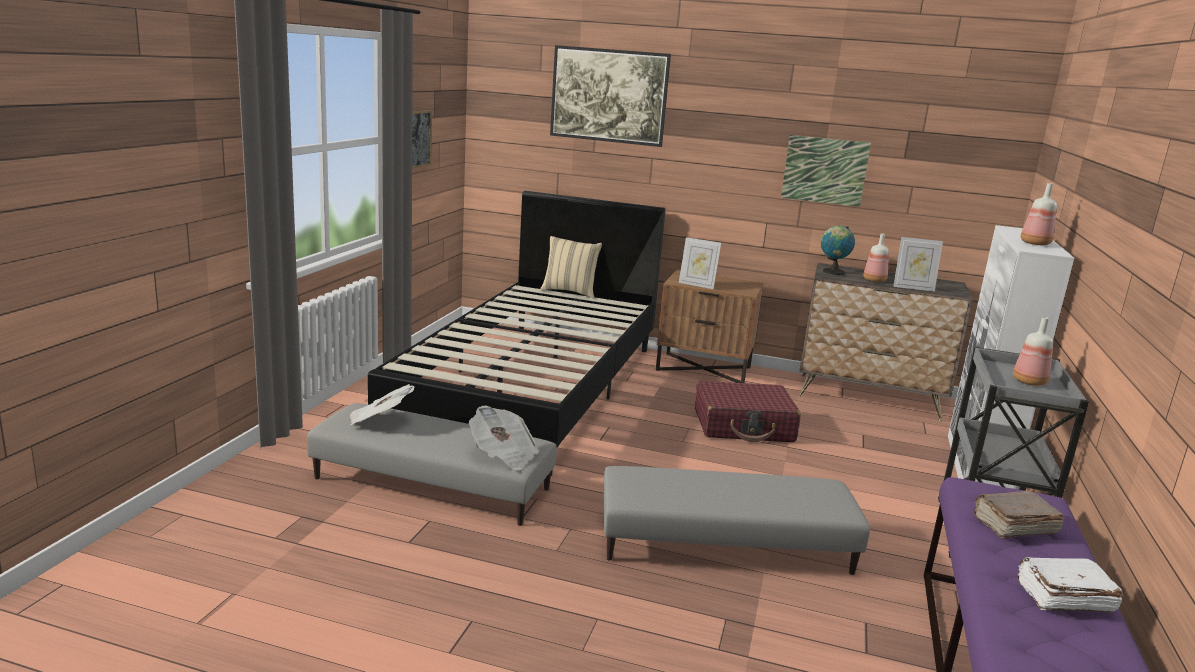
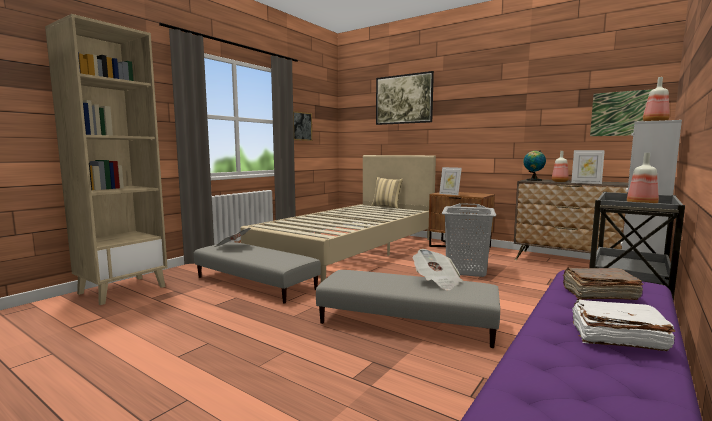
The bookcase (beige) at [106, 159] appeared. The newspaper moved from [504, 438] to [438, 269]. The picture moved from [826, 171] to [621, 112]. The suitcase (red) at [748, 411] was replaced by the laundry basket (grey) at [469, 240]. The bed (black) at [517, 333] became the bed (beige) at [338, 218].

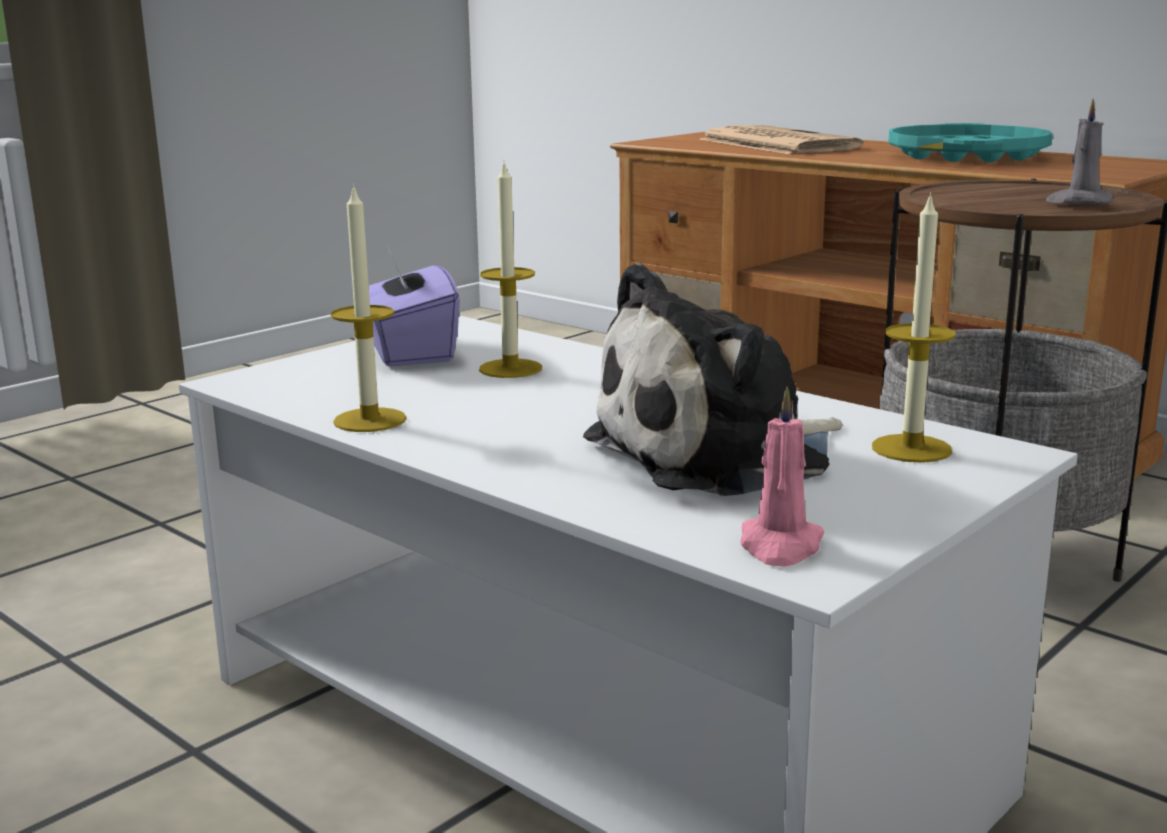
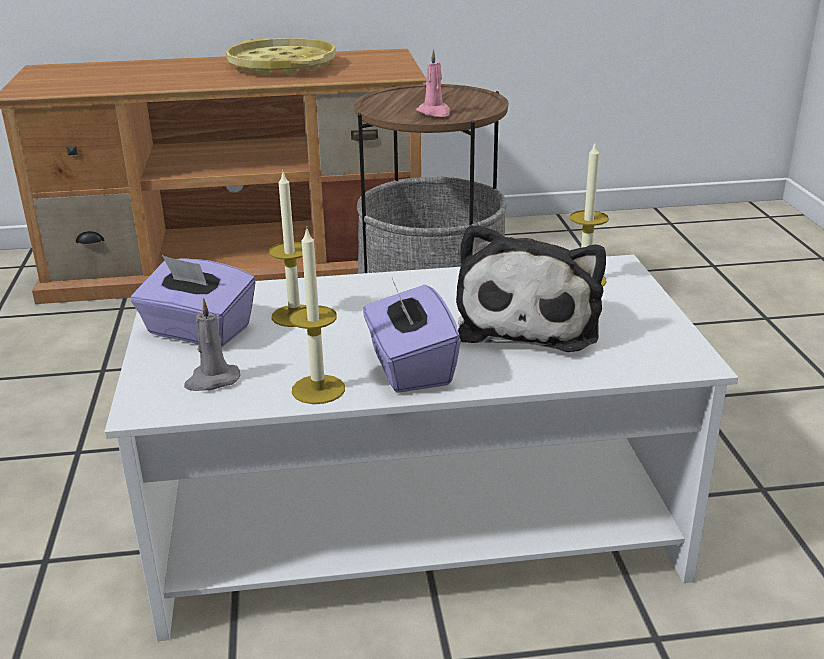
The newspaper at [781, 139] disappeared. The tissue box (purple) at [412, 335] appeared. The candle (pink) moved from [783, 477] to [433, 83]. The candle (grey) moved from [1079, 151] to [212, 344]. The tray (turquoise) at [970, 142] became the tray (yellow) at [281, 57].

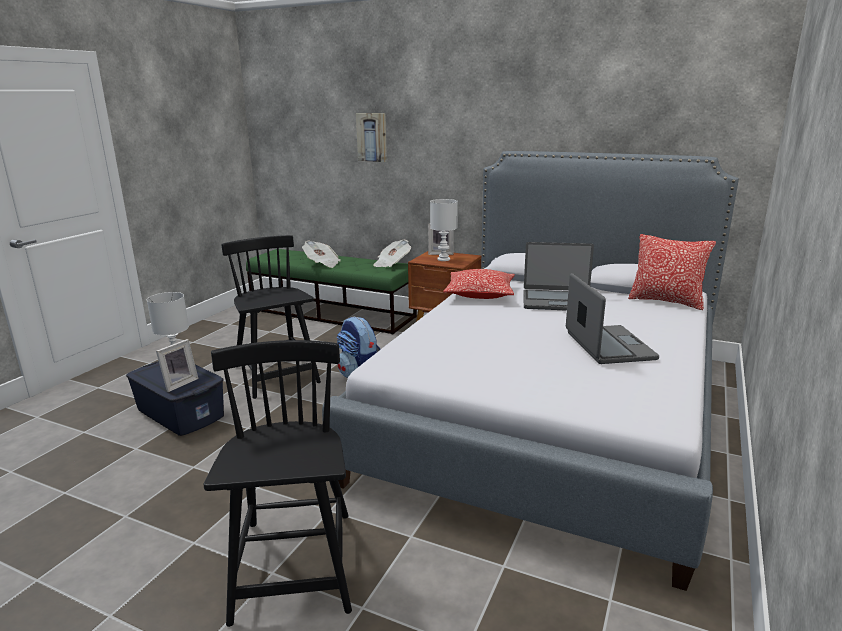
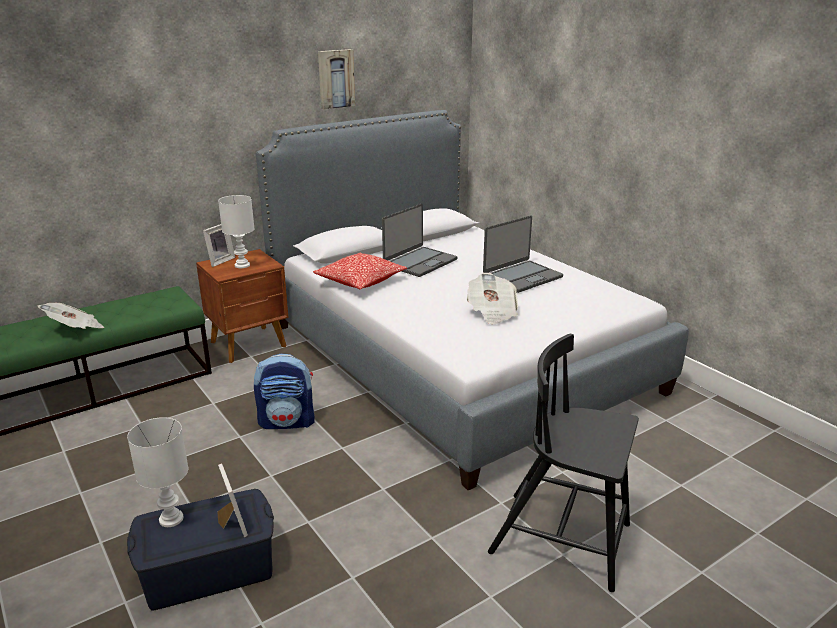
The chair (black) at [271, 317] disappeared. The pillow at [672, 272] disappeared. The picture moved from [371, 137] to [336, 79]. The newspaper moved from [392, 253] to [492, 299]. The laptop at [612, 318] turned 120 degrees clockwise.

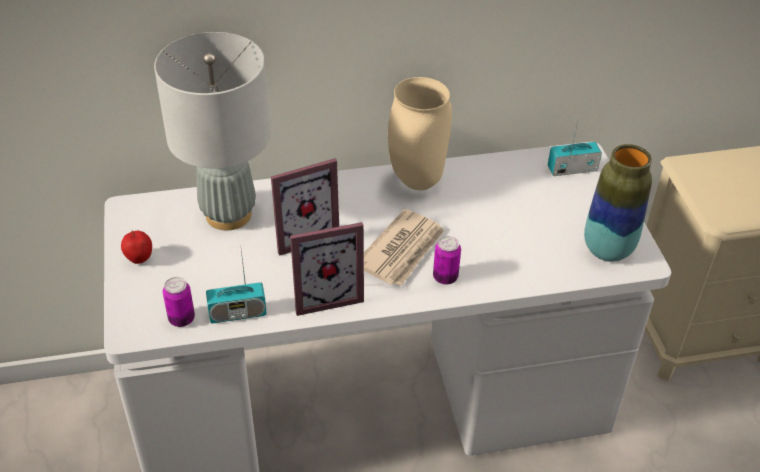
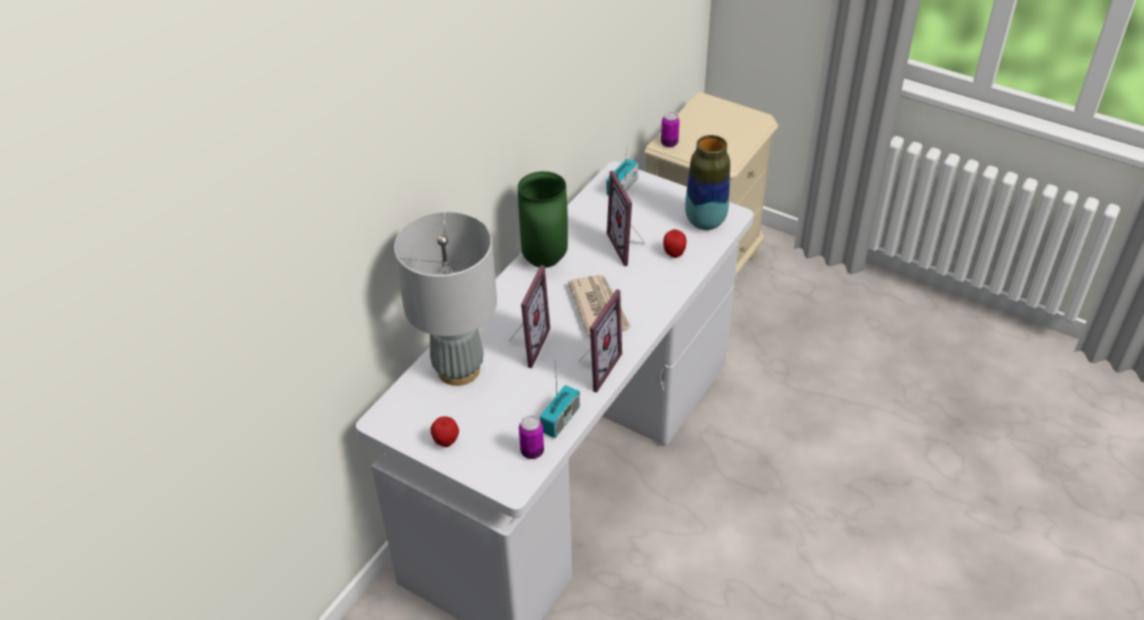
The picture frame at [626, 218] appeared. The apple at [674, 243] appeared. The can moved from [447, 260] to [670, 129]. The vase (beige) at [420, 133] became the vase (green) at [543, 219].

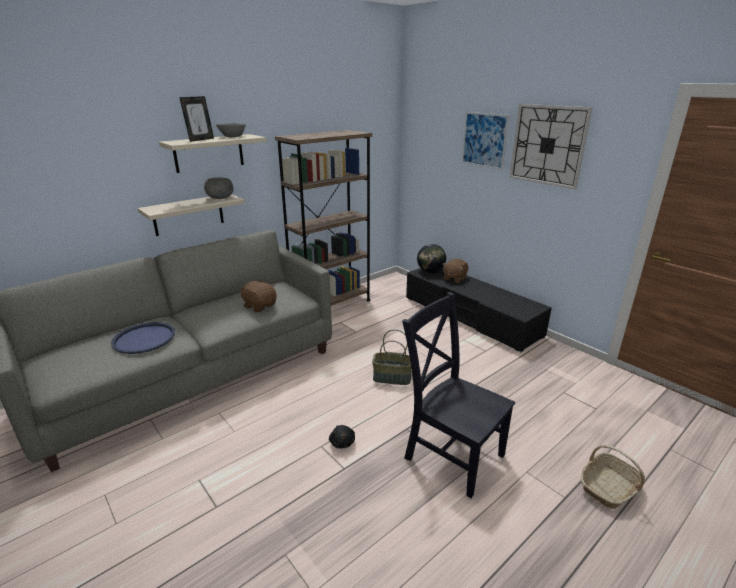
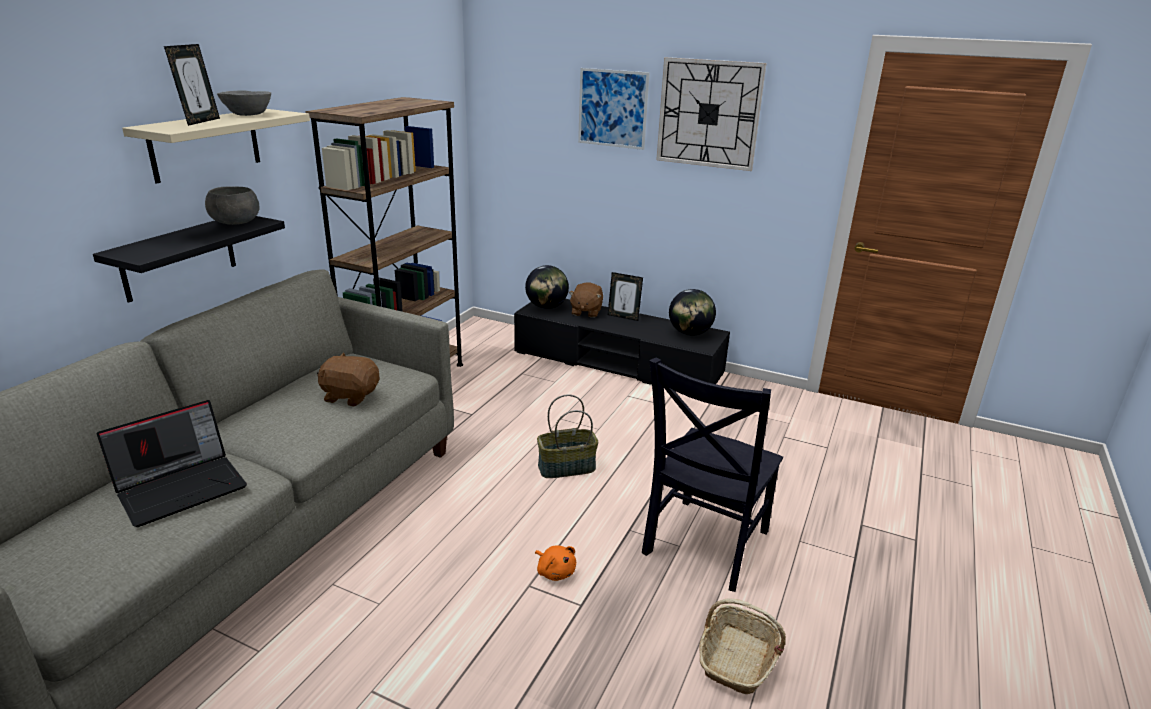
The picture frame at [625, 296] appeared. The globe at [692, 312] appeared. The basket moved from [613, 477] to [742, 646]. The tray (blue) at [143, 338] was replaced by the laptop at [172, 463]. The shelf (beige) at [191, 215] became the shelf (black) at [189, 259]. The plush toy (black) at [342, 436] became the plush toy (orange) at [555, 563]. The chair (black) at [458, 395] turned 75 degrees counterclockwise.

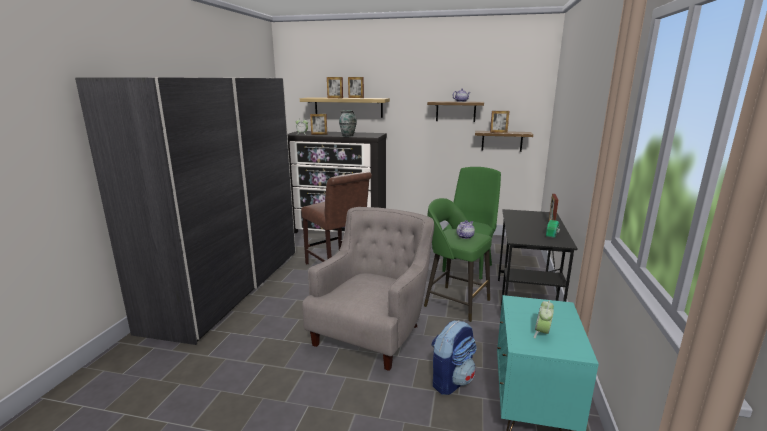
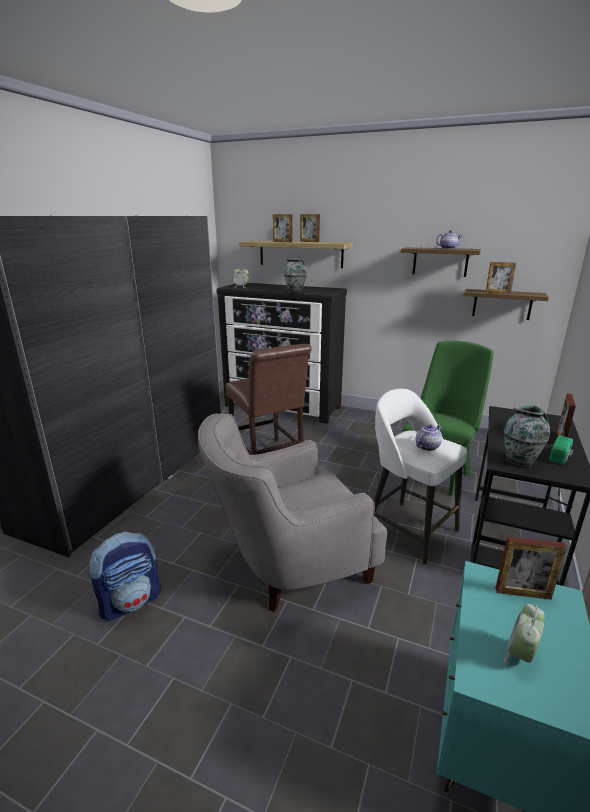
The vase at [527, 436] appeared. The picture frame moved from [318, 124] to [531, 568]. The backpack moved from [454, 357] to [125, 576]. The stool (green) at [458, 260] became the stool (white) at [420, 476]. The armchair (grey) at [368, 289] turned 150 degrees counterclockwise.

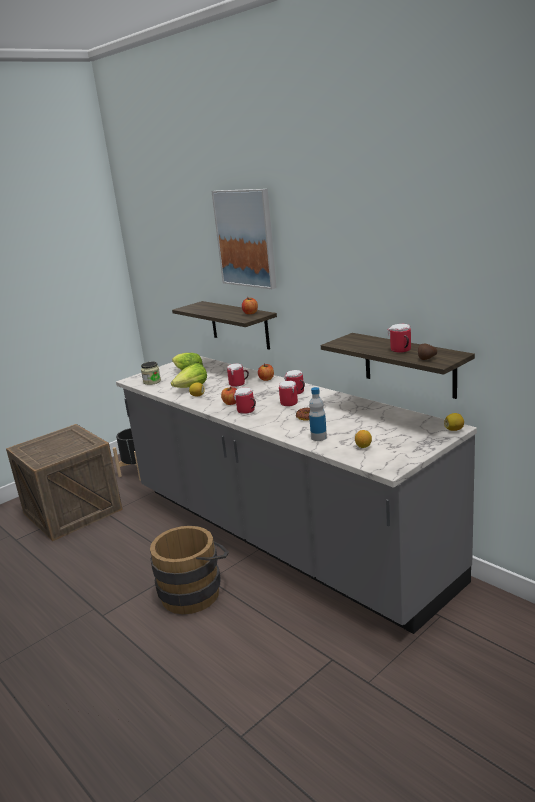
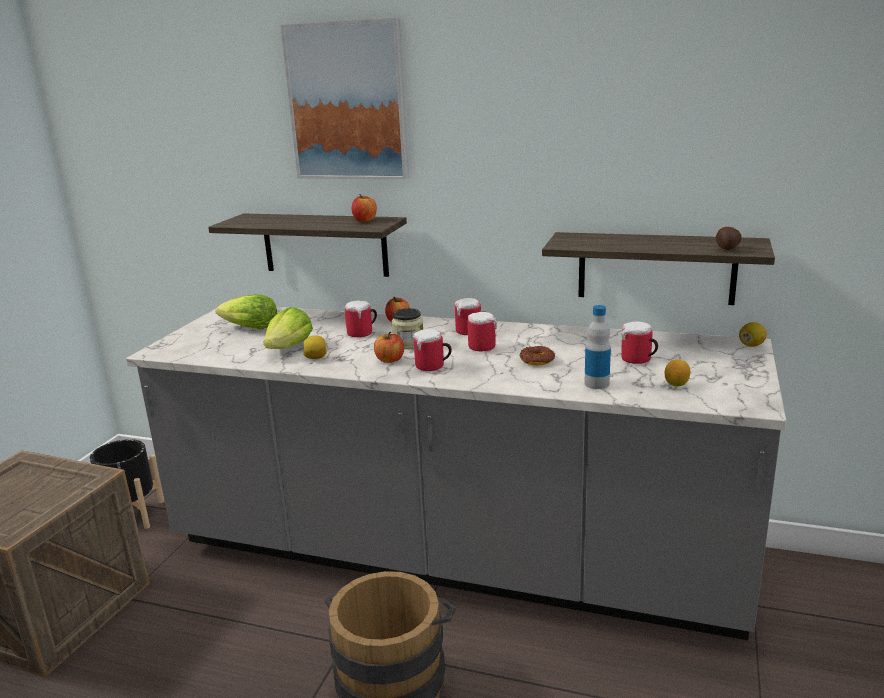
The jar moved from [151, 373] to [407, 328]. The mug moved from [399, 338] to [639, 342].

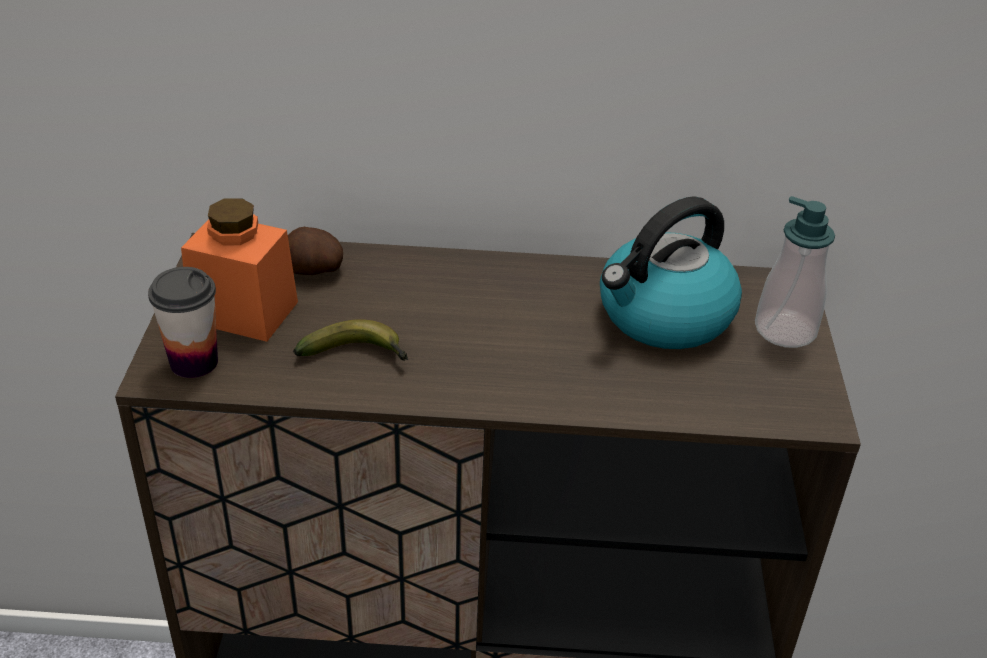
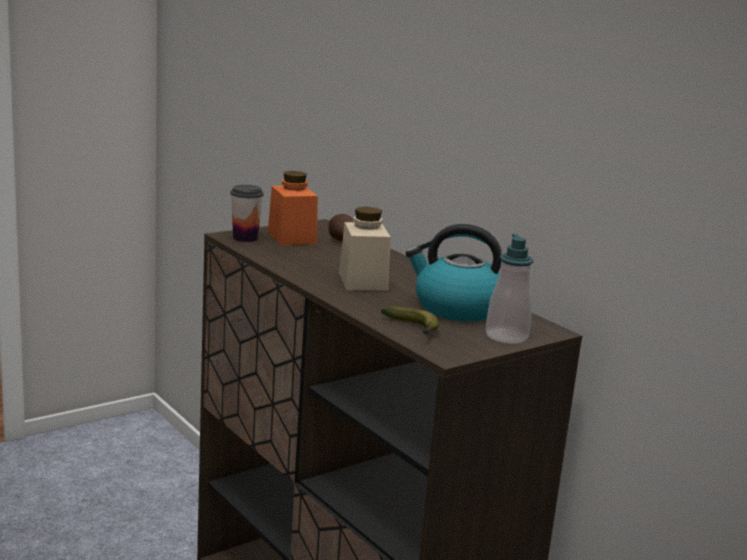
The jar (beige) at [365, 249] appeared. The banana moved from [351, 339] to [410, 320].

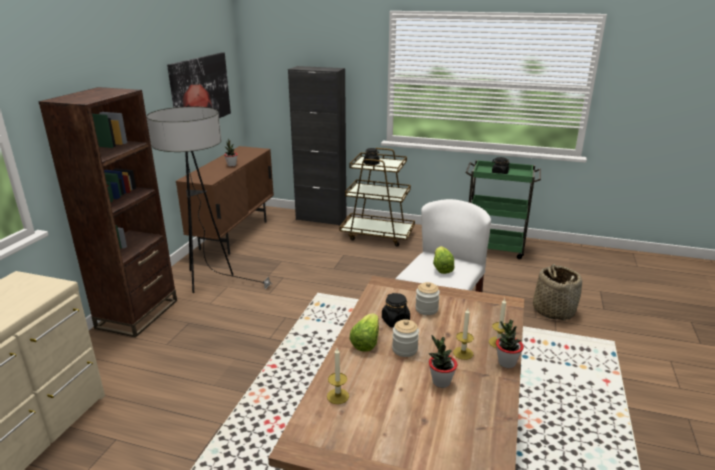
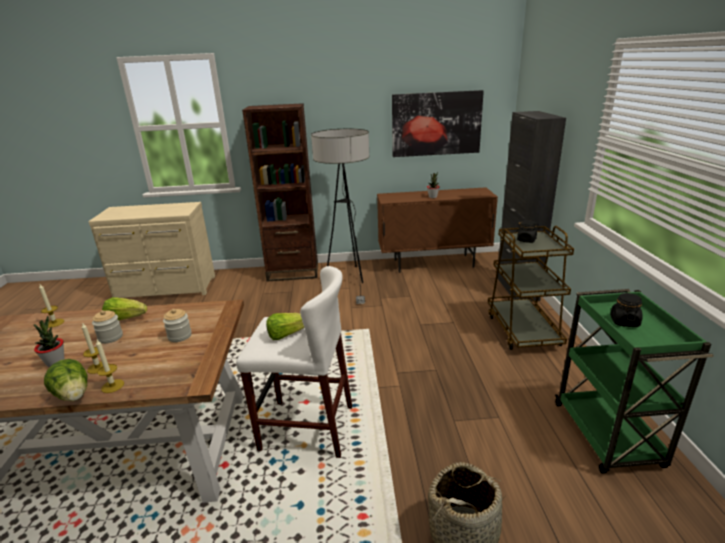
The jar (black) at [396, 310] disappeared. The potted plant at [510, 344] was replaced by the lettuce at [66, 380].

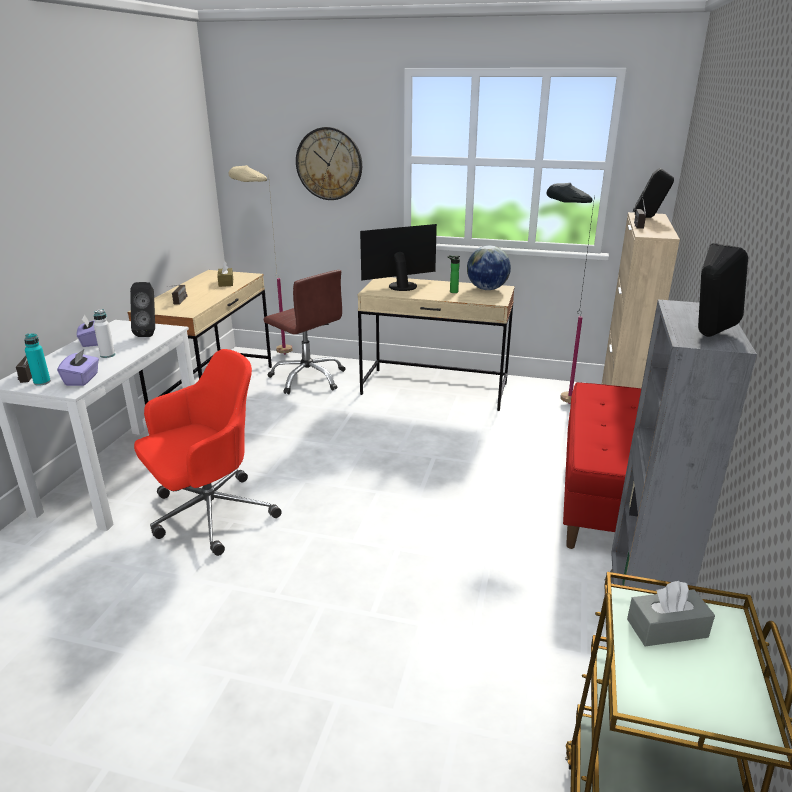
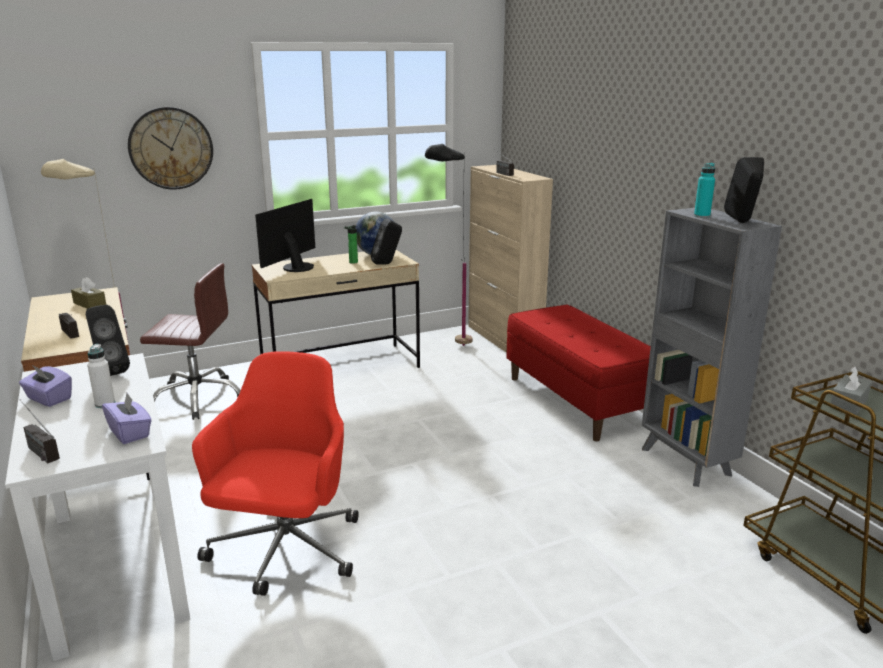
The bottle (turquoise) moved from [37, 360] to [704, 190]. The speaker (black) moved from [653, 193] to [386, 241].

